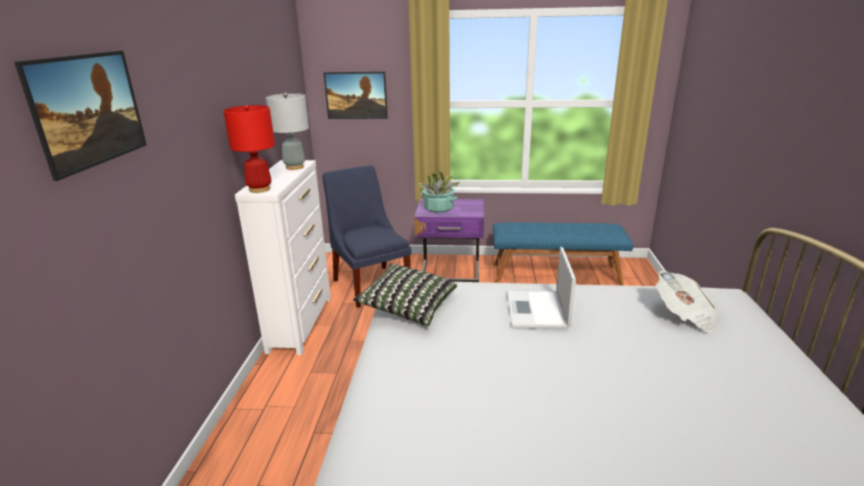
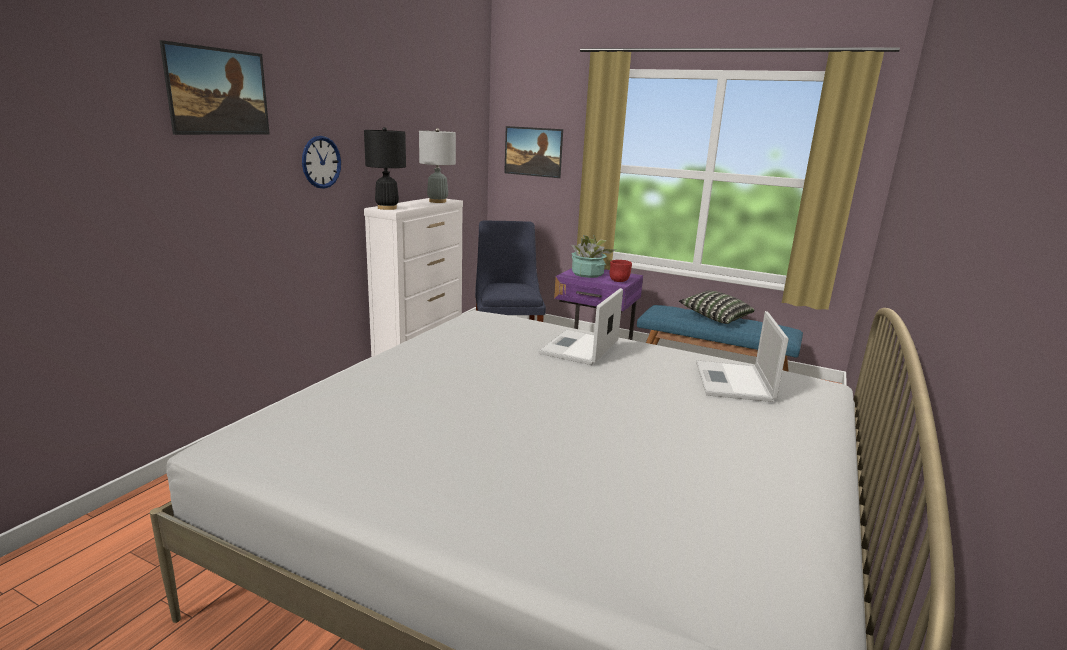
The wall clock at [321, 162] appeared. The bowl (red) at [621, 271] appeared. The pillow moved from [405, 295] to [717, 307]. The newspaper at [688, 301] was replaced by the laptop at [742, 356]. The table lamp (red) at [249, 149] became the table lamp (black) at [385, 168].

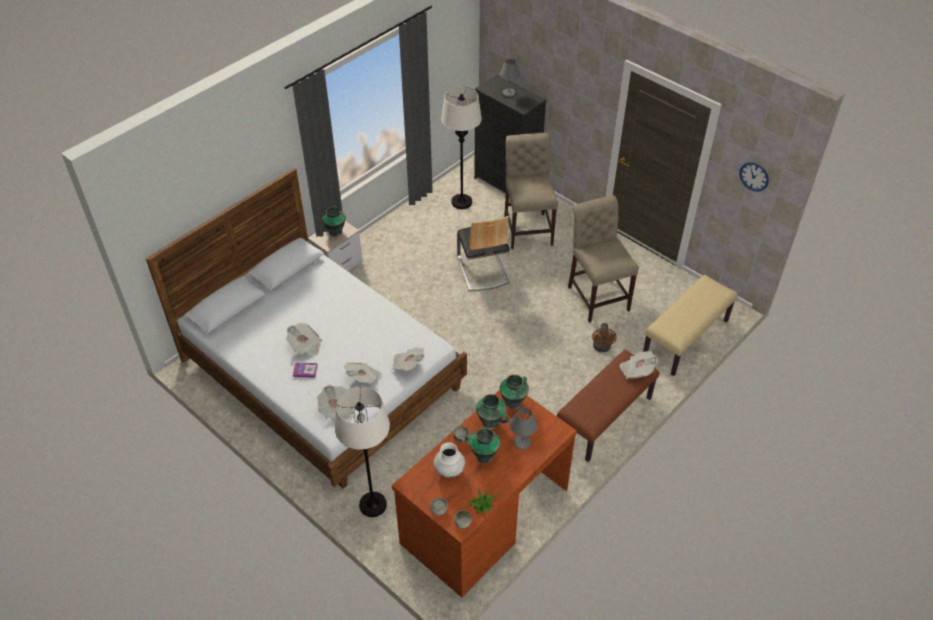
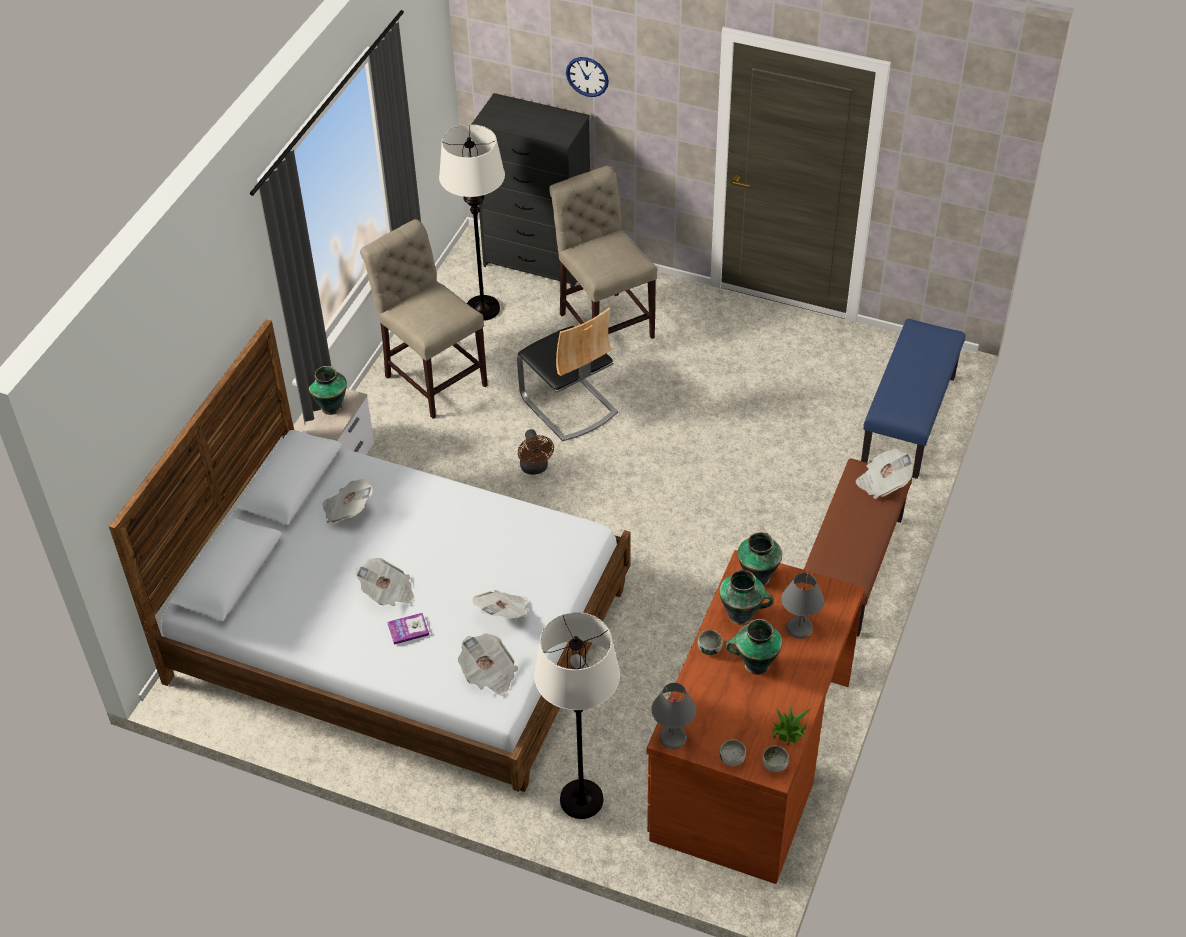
The vase (white) at [449, 460] disappeared. The newspaper moved from [408, 359] to [347, 501]. The table lamp (grey) moved from [510, 78] to [673, 716]. The chair (beige) moved from [603, 259] to [424, 319]. The fan (brown) moved from [604, 337] to [536, 452]. The wall clock moved from [754, 176] to [587, 77]. The bench (beige) at [690, 325] became the bench (blue) at [913, 399].

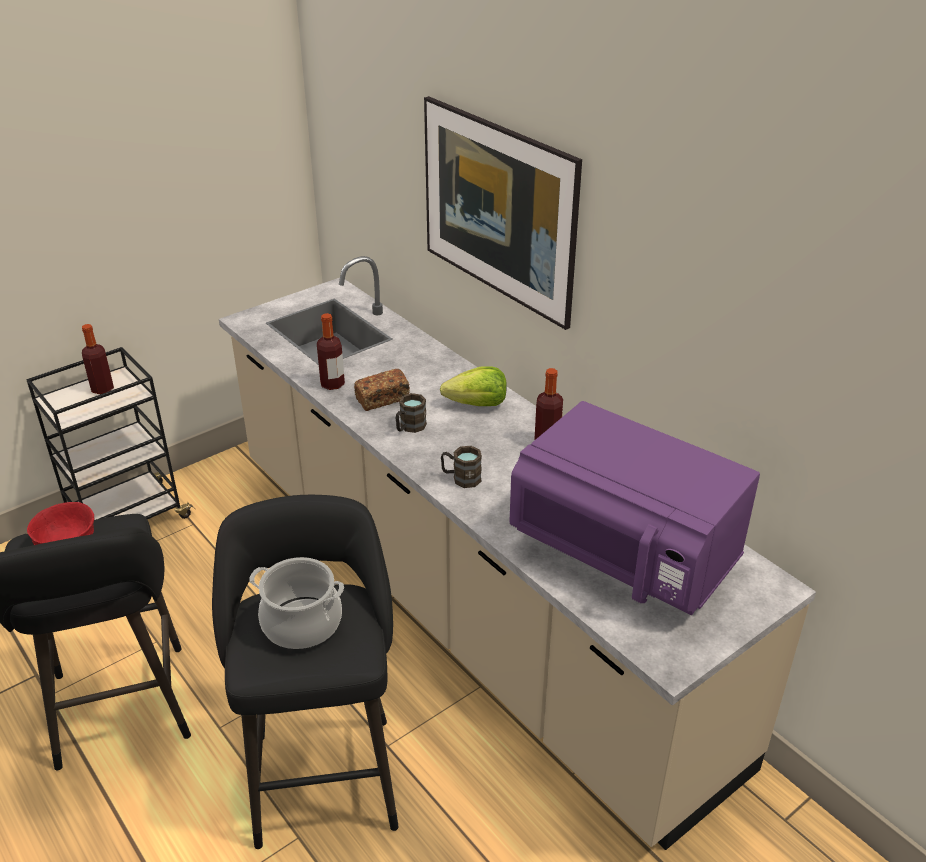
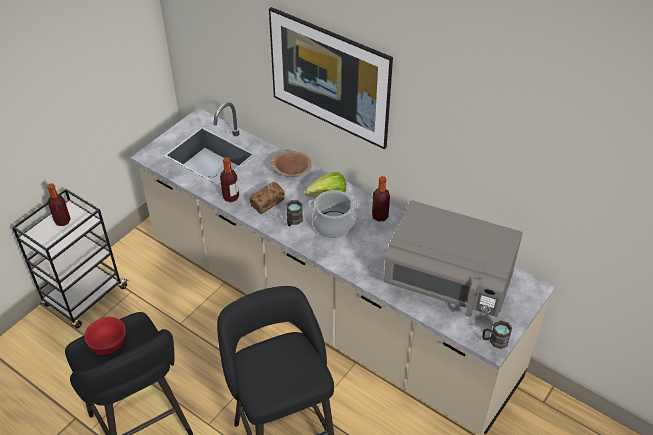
The bowl (brown) at [292, 164] appeared. The cooking pot moved from [296, 603] to [334, 214]. The mug (brown) moved from [461, 467] to [497, 334]. The microwave (purple) at [634, 508] became the microwave (grey) at [453, 258].

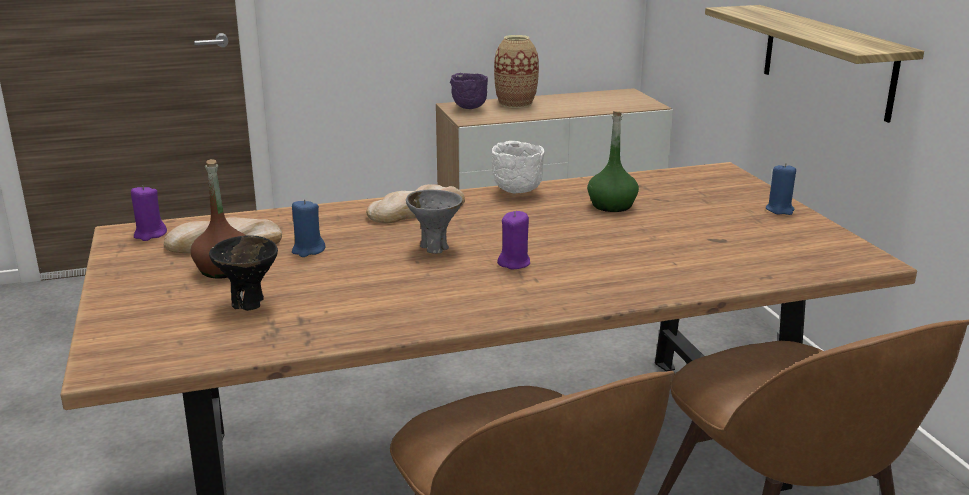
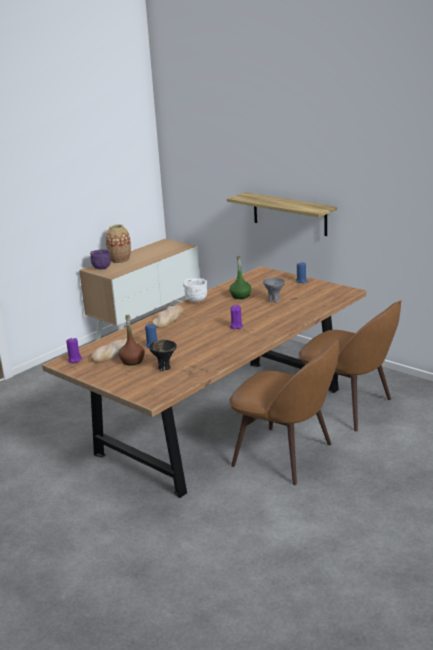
The bowl (grey) moved from [434, 221] to [274, 290].

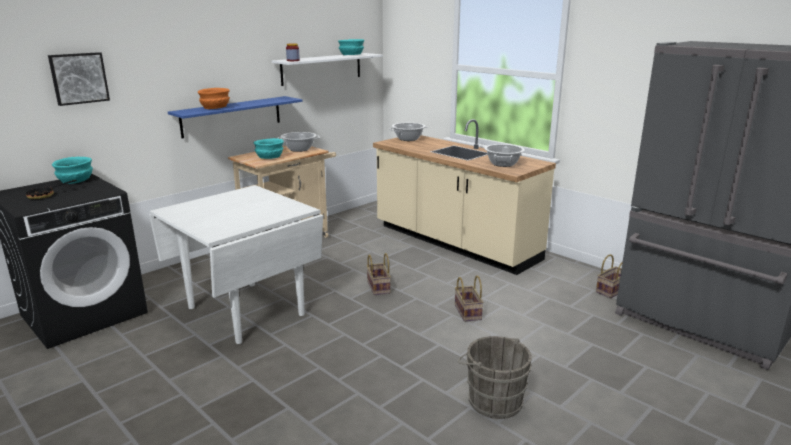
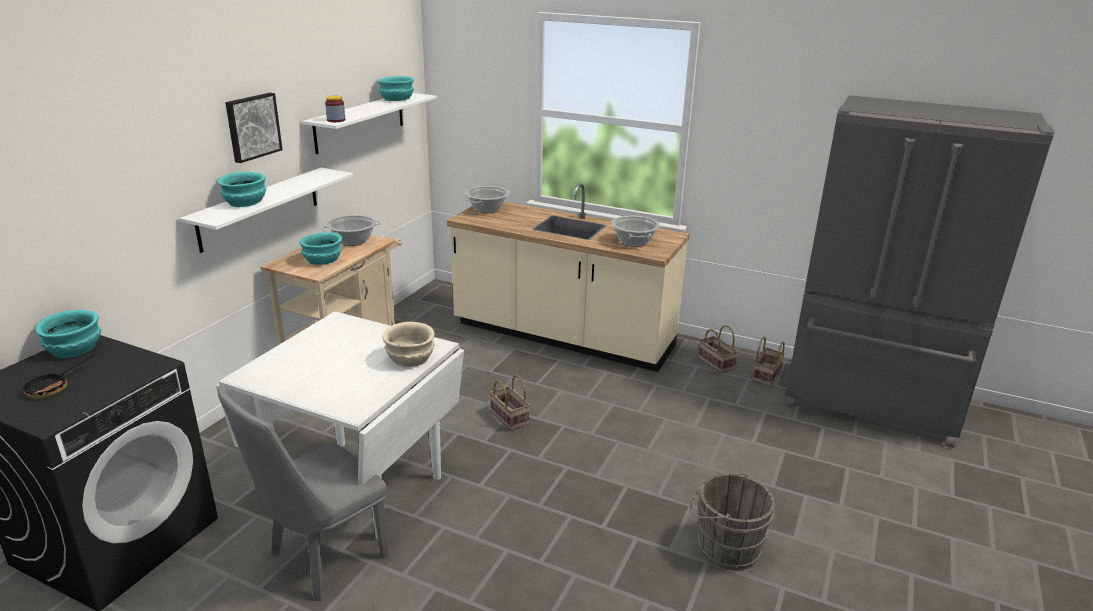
The chair (grey) at [303, 493] appeared. The bowl (beige) at [408, 344] appeared. The picture moved from [79, 79] to [254, 128]. The basket moved from [469, 298] to [718, 349]. The shelf (blue) at [235, 117] became the shelf (white) at [266, 210]. The bowl (orange) at [214, 98] became the bowl (turquoise) at [242, 189].

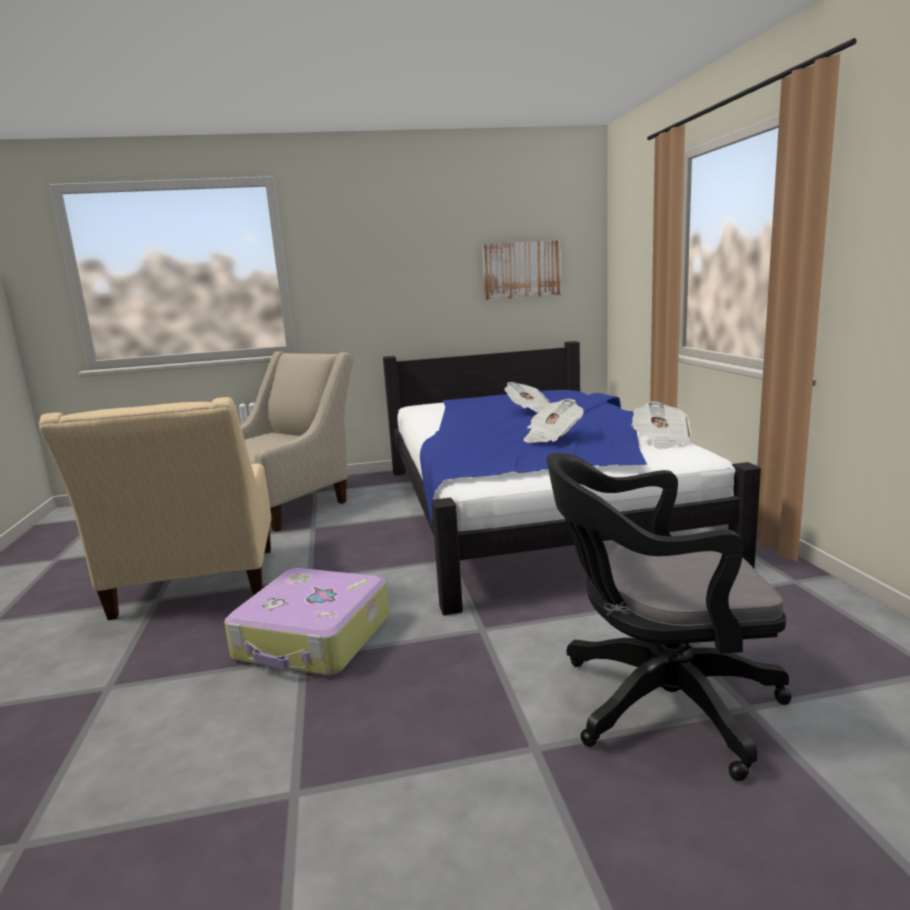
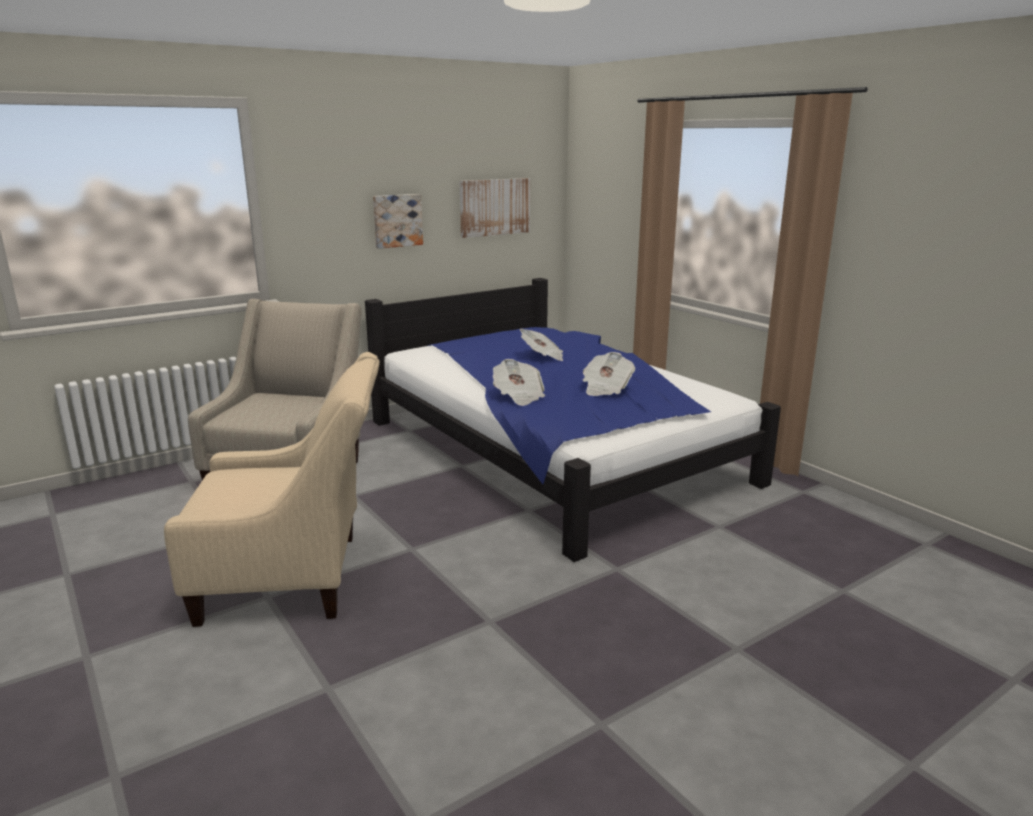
The suitcase at [306, 622] disappeared. The office chair (black) at [669, 617] disappeared. The picture at [398, 221] appeared. The newspaper moved from [661, 425] to [519, 382]. The armchair (beige) at [155, 508] turned 60 degrees counterclockwise.

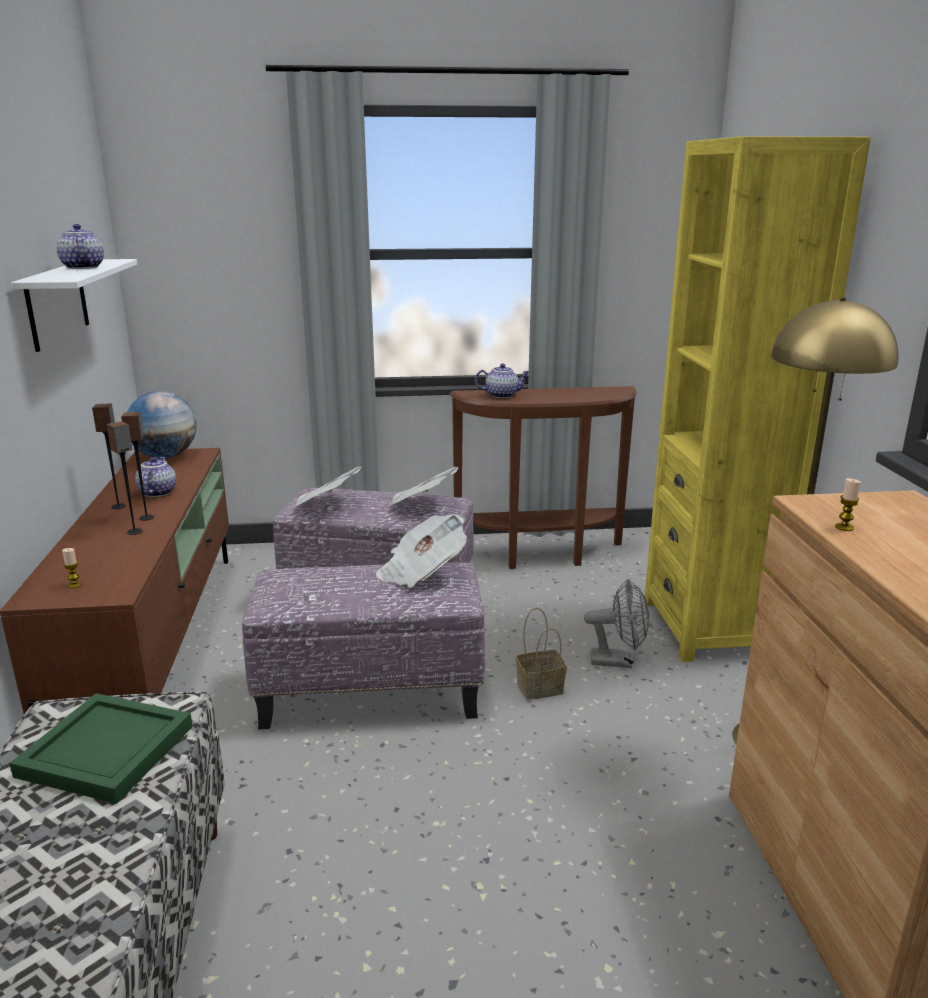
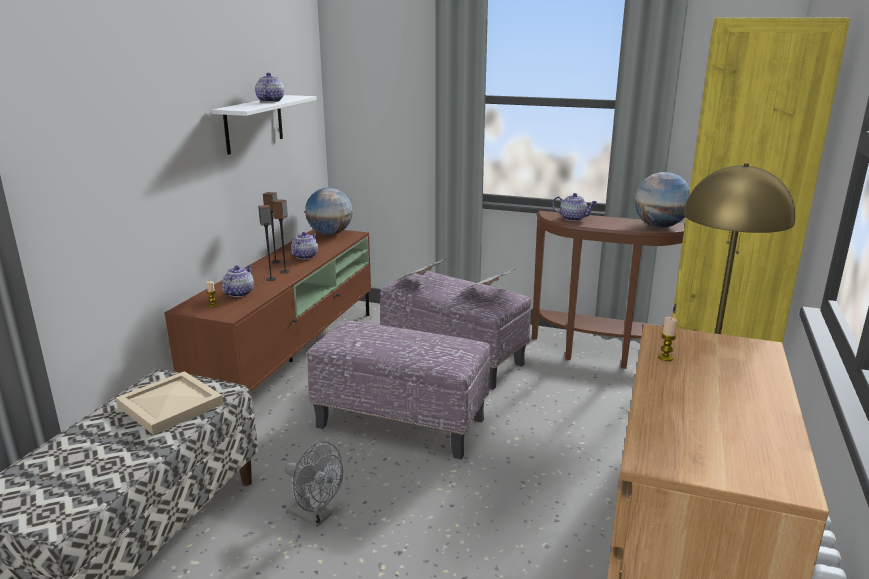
The newspaper at [421, 550] disappeared. The basket at [541, 653] disappeared. The teapot at [238, 281] appeared. The globe at [662, 200] appeared. The fan (grey) moved from [616, 623] to [313, 484]. The tray (green) at [101, 748] became the tray (beige) at [169, 403].

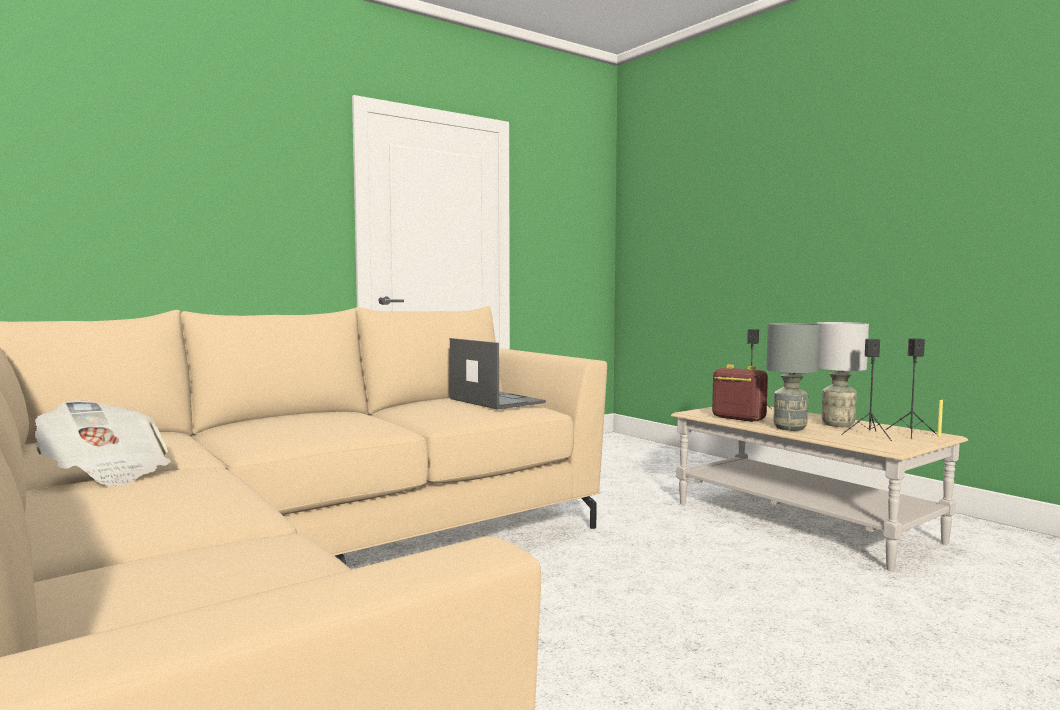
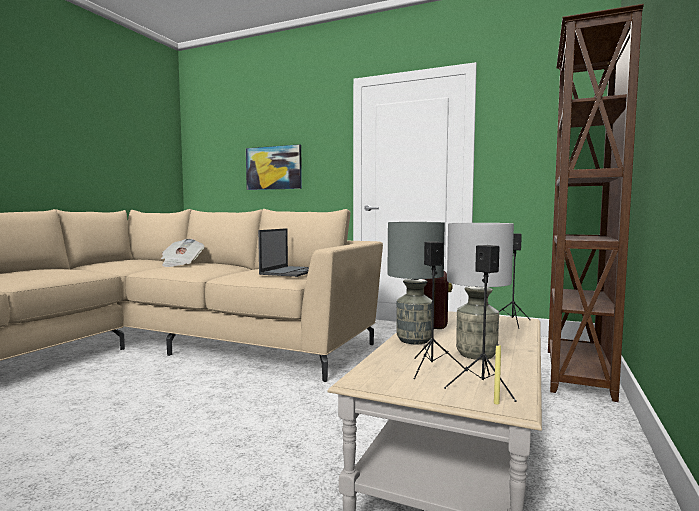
The picture at [274, 167] appeared. The bookcase (brown) at [596, 203] appeared. The newspaper moved from [103, 443] to [183, 253].

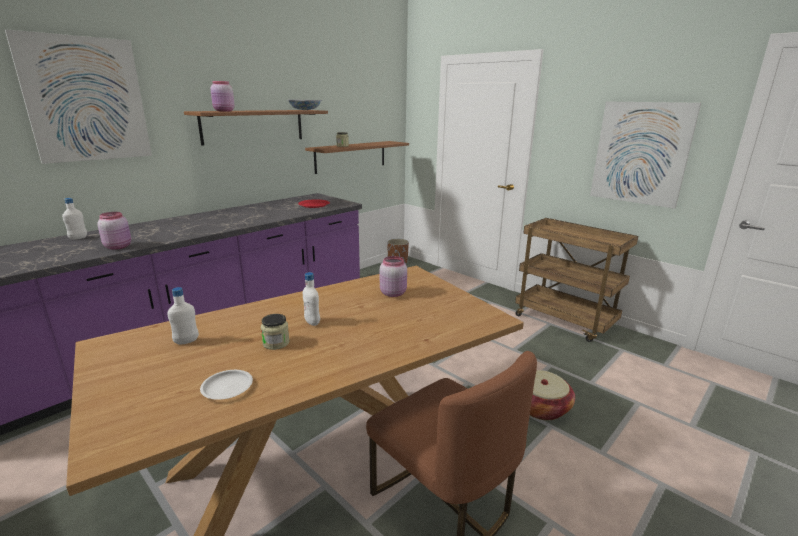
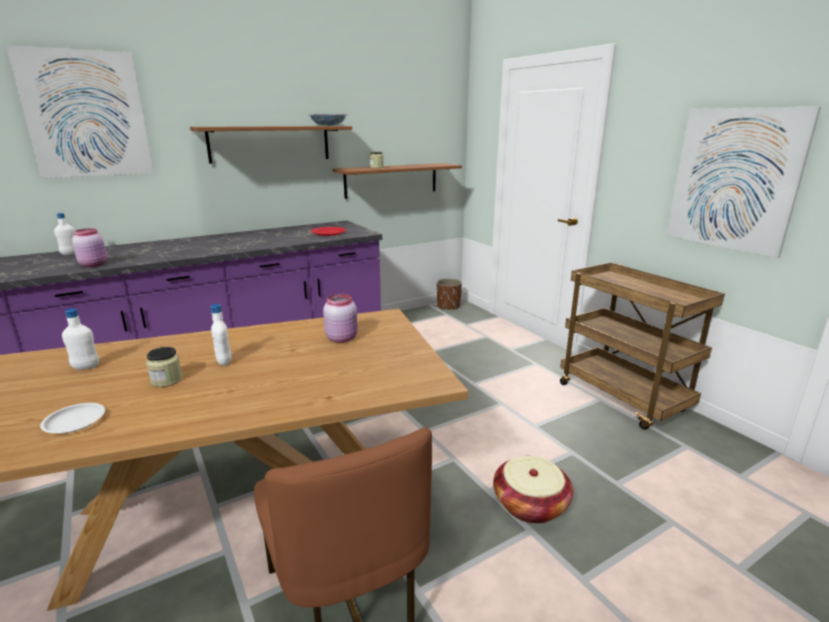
The jar (pink) at [222, 96] disappeared.

